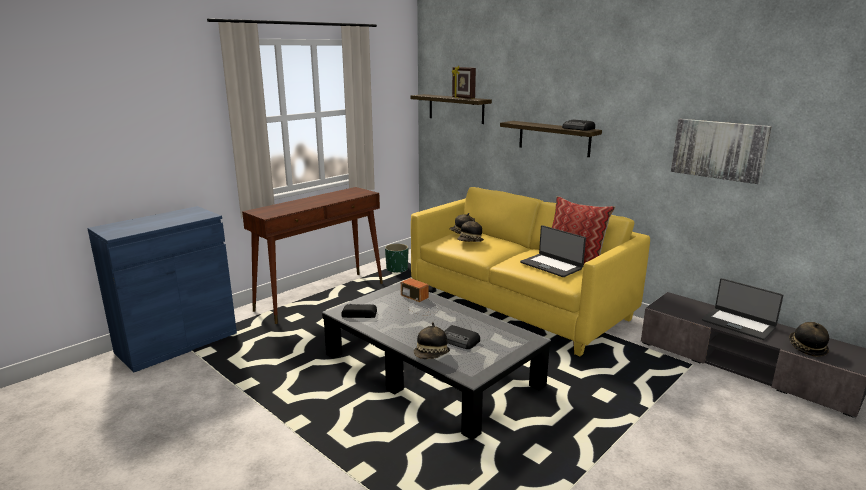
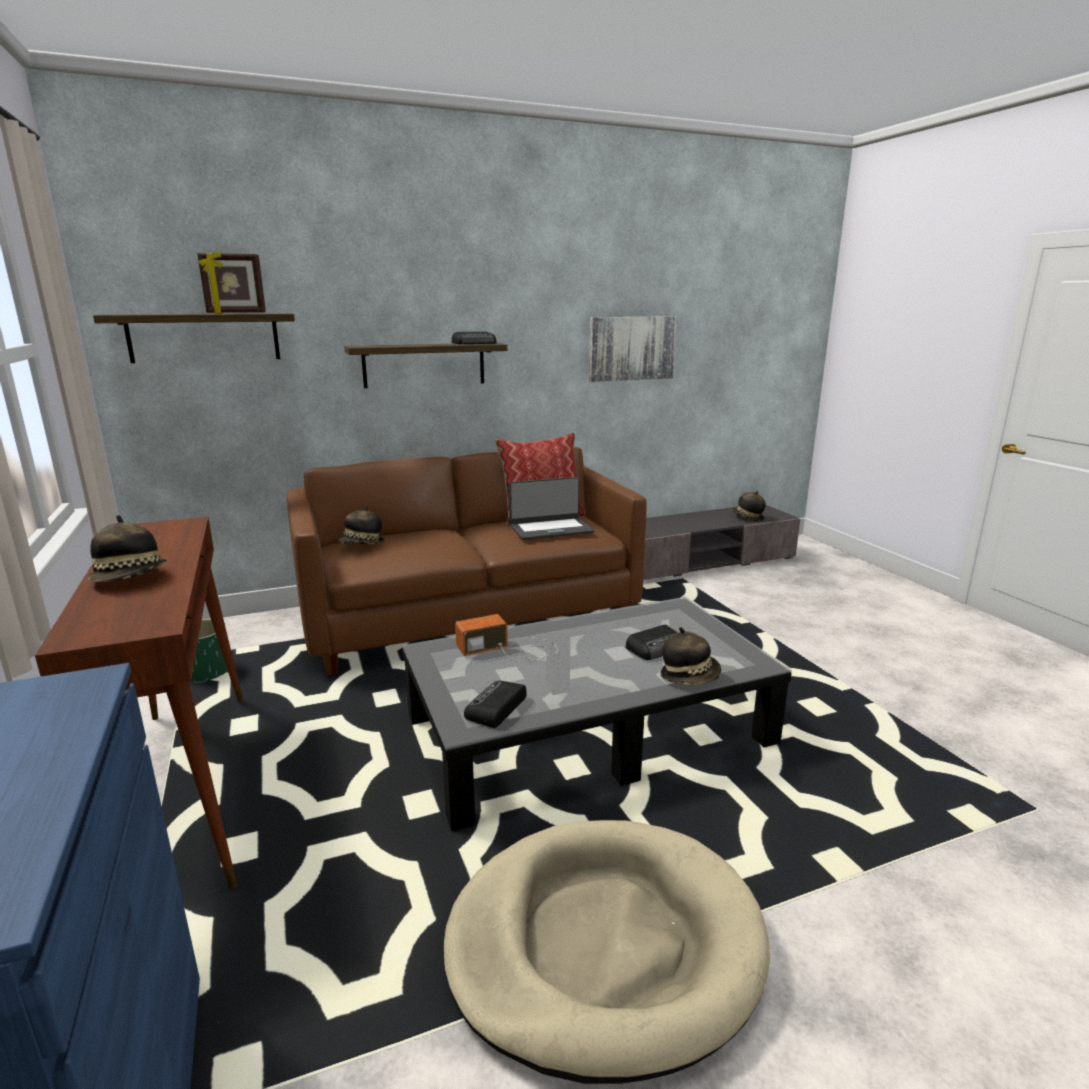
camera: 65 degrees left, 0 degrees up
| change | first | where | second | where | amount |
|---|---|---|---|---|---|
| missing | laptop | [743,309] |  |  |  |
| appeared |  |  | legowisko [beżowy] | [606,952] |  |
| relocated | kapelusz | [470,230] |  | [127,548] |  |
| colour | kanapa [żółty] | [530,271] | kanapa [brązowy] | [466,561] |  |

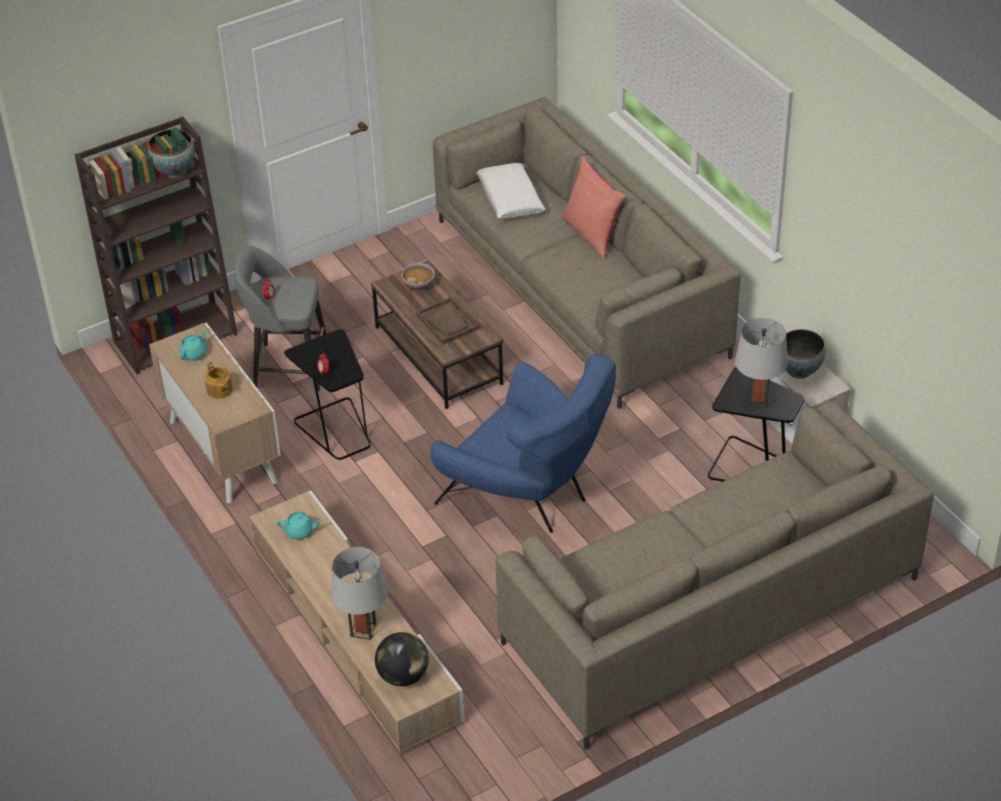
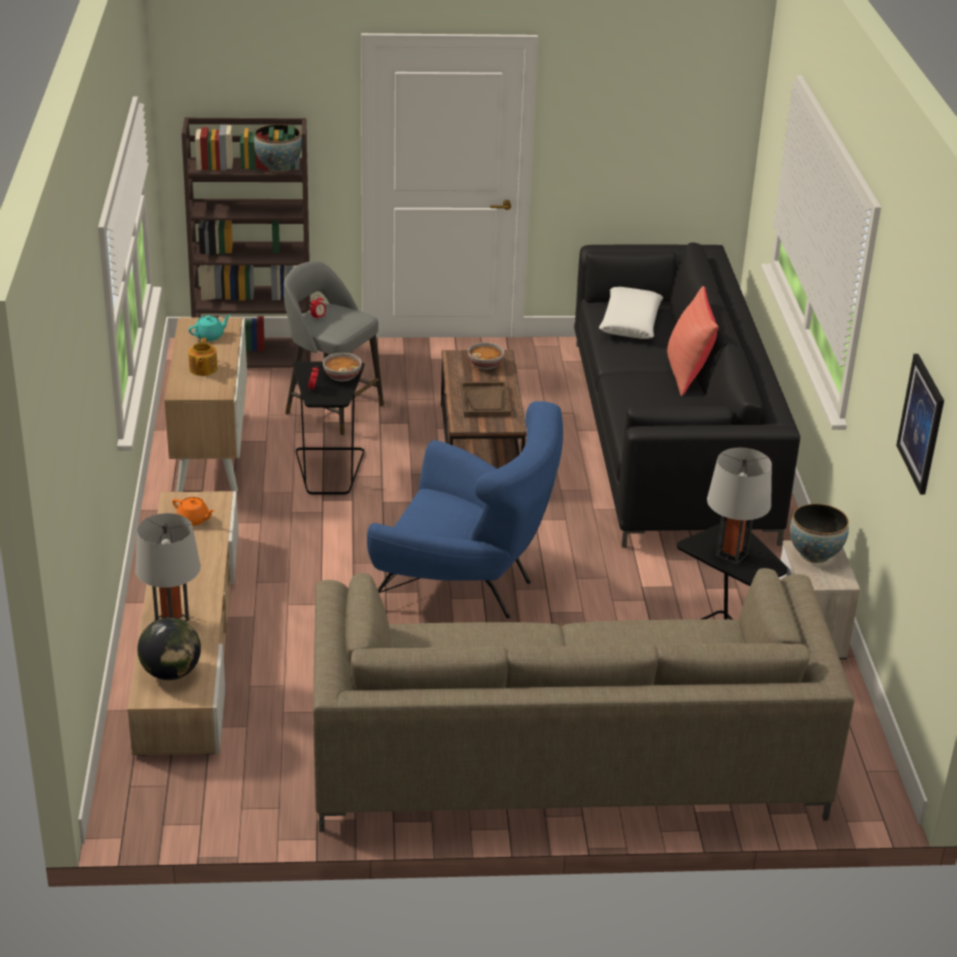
camera: 25 degrees right, 10 degrees down
| change | first | where | second | where | amount |
|---|---|---|---|---|---|
| appeared |  |  | miska | [342,367] |  |
| appeared |  |  | obraz | [920,424] |  |
| colour | imbryk [turkusowy] | [300,525] | imbryk [pomarańczowy] | [193,511] |  |
| colour | kanapa [beżowy] | [586,253] | kanapa [czarny] | [687,395] |  |
| spun | fotel [niebieski] | [523,443] |  | [465,509] | 45 degrees counterclockwise |

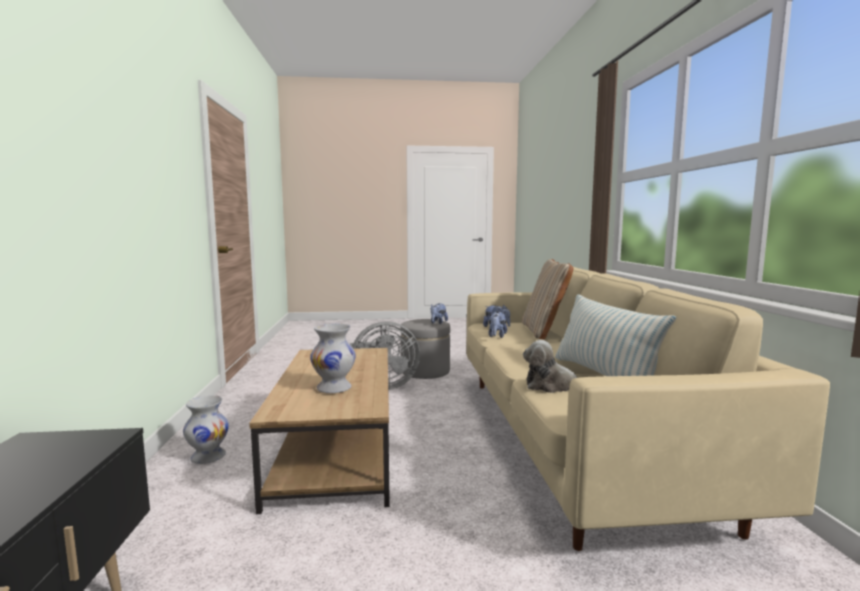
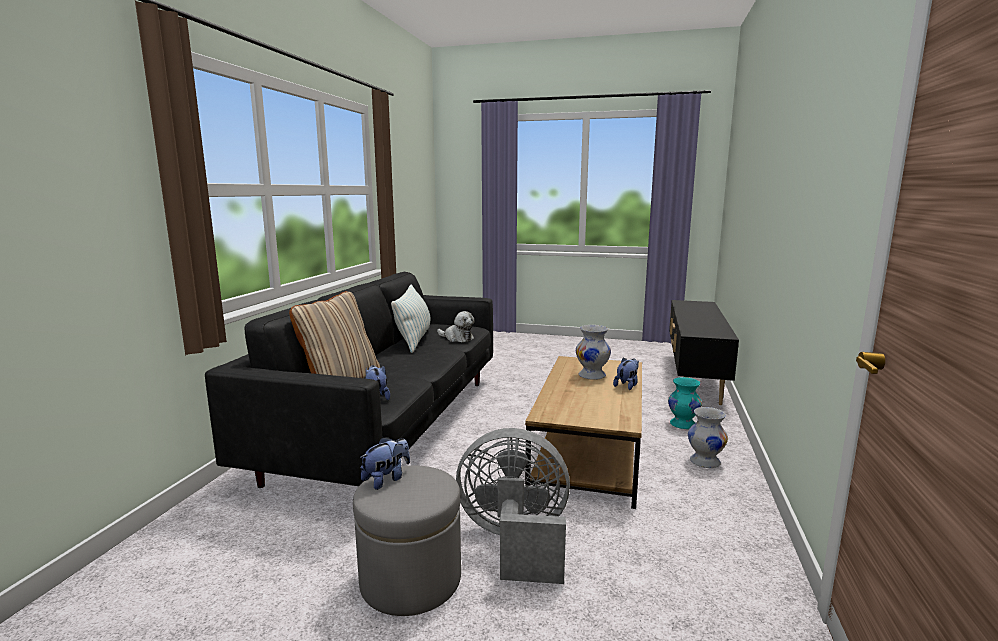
camera: 160 degrees left, 5 degrees up
| change | first | where | second | where | amount |
|---|---|---|---|---|---|
| appeared |  |  | wazon [turkusowy] | [685,403] |  |
| relocated | pluszak | [498,324] |  | [626,374] |  |
| colour | kanapa [beżowy] | [648,409] | kanapa [czarny] | [349,380] |  |

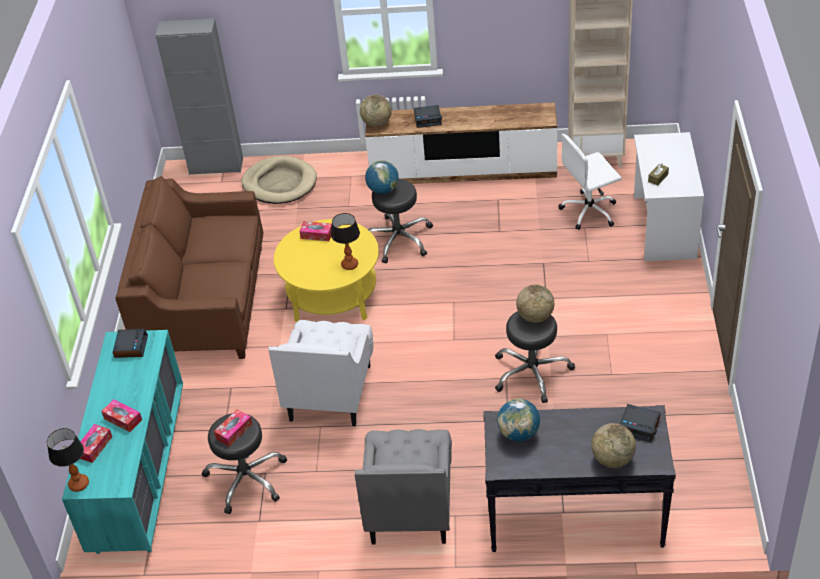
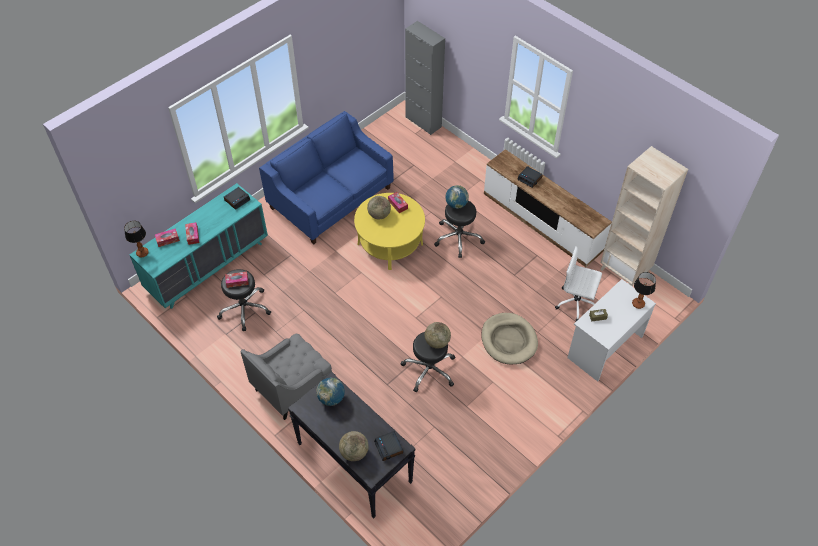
camera: 40 degrees right, 10 degrees up
| change | first | where | second | where | amount |
|---|---|---|---|---|---|
| missing | fotel [biały] | [321,373] |  |  |  |
| relocated | legowisko [beżowy] | [279,180] |  | [509,339] |  |
| relocated | lampa stołowa | [345,241] |  | [644,290] |  |
| relocated | globus | [376,111] |  | [379,207] |  |
| colour | kanapa [brązowy] | [189,267] | kanapa [niebieski] | [326,177] |  |

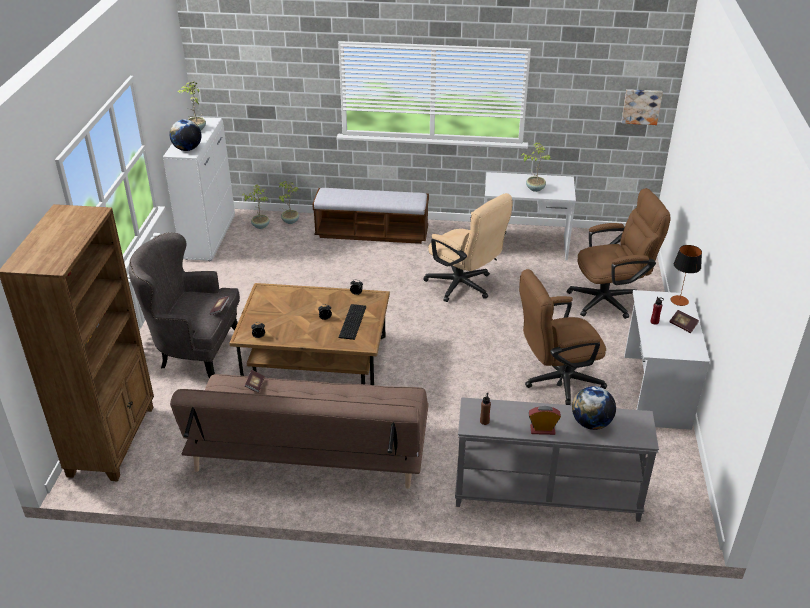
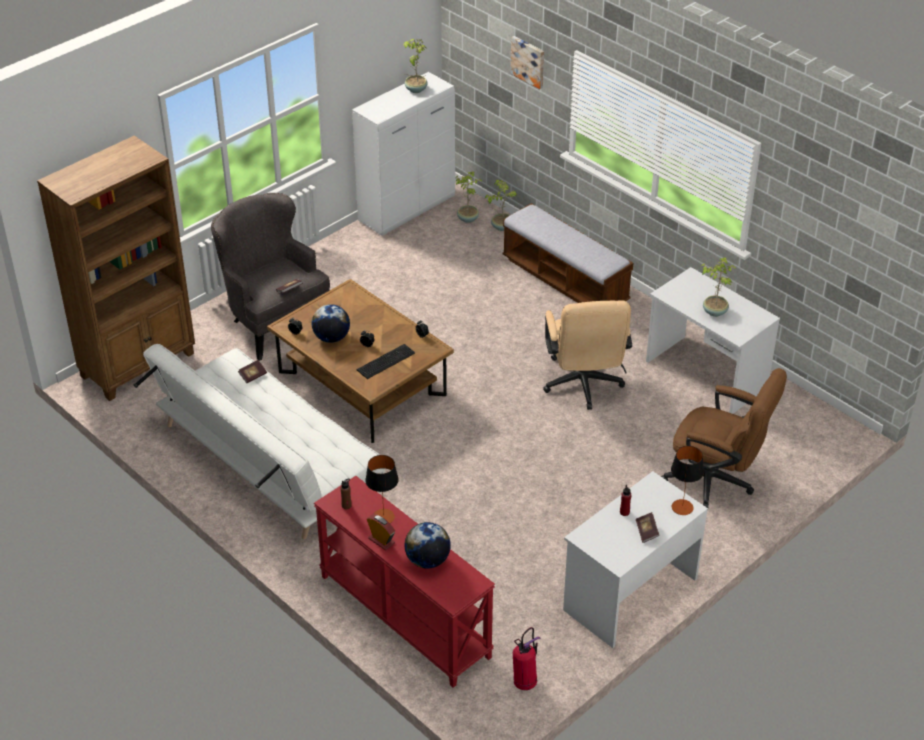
camera: 40 degrees right, 5 degrees up
| change | first | where | second | where | amount |
|---|---|---|---|---|---|
| missing | krzesło biurowe [brązowy] | [563,337] |  |  |  |
| appeared |  |  | lampa stołowa | [382,489] |  |
| appeared |  |  | gaśnica | [526,658] |  |
| relocated | globus | [185,135] |  | [331,323] |  |
| relocated | obraz | [642,107] |  | [527,62] |  |
| colour | kanapa [brązowy] | [299,431] | kanapa [biały] | [259,441] |  |
| colour | stolik konsolowy [szary] | [557,459] | stolik konsolowy [czerwony] | [404,582] |  |

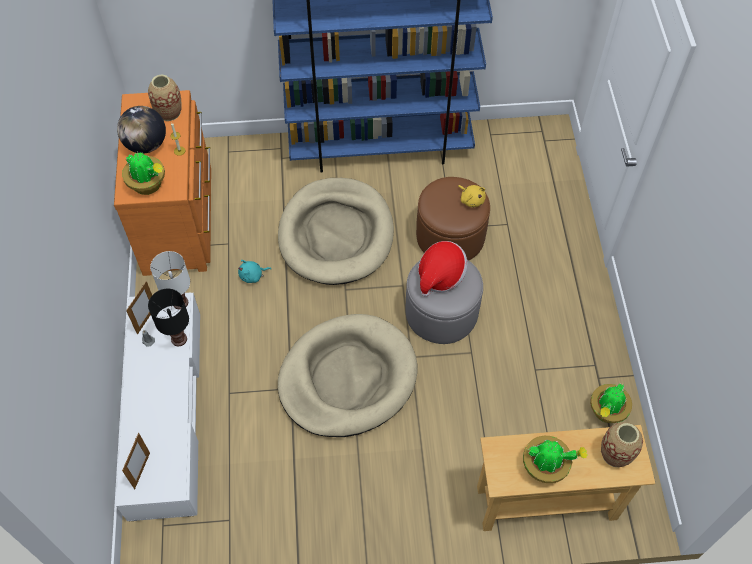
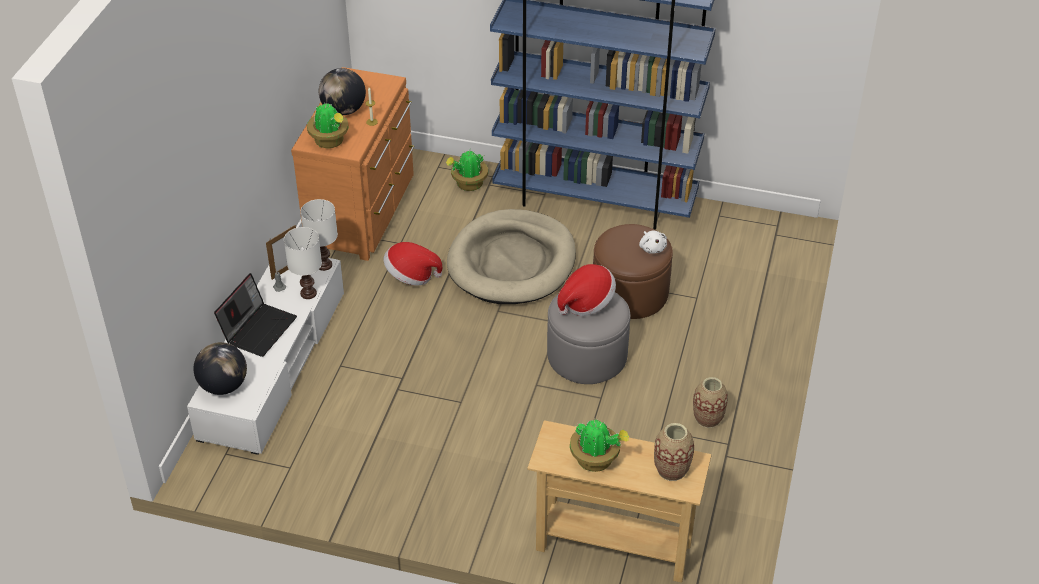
camera: 20 degrees right, 15 degrees down
| change | first | where | second | where | amount |
|---|---|---|---|---|---|
| missing | legowisko [beżowy] | [348,375] |  |  |  |
| appeared |  |  | laptop | [255,315] |  |
| relocated | wazon | [165,97] |  | [710,402] |  |
| relocated | roślina doniczkowa | [611,403] |  | [467,171] |  |
| exchanged | ramka na zdjęcie | [136,461] | globus | [220,368] |  |
| exchanged | pluszak [turkusowy] | [254,271] | kapelusz | [412,264] |  |
| colour | lampa stołowa [czarny] | [168,317] | lampa stołowa [biały] | [303,263] |  |
| colour | pluszak [żółty] | [472,196] | pluszak [biały] | [653,242] |  |

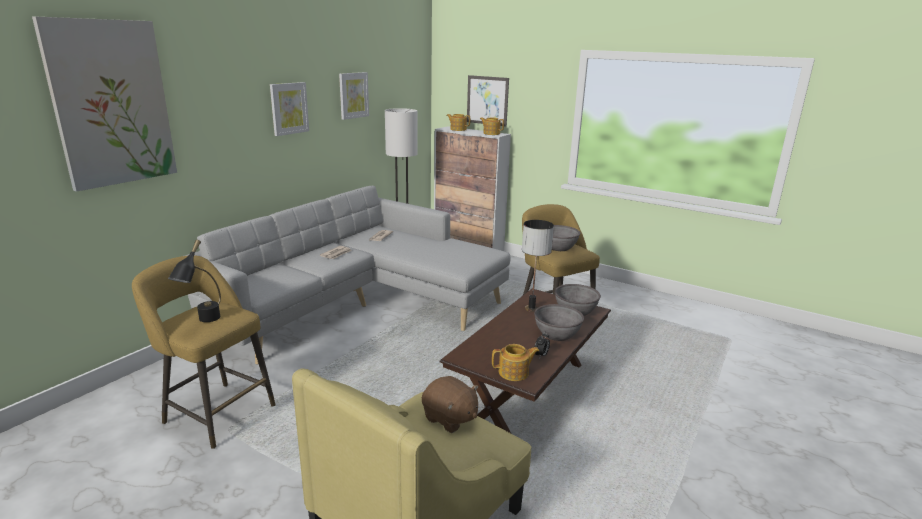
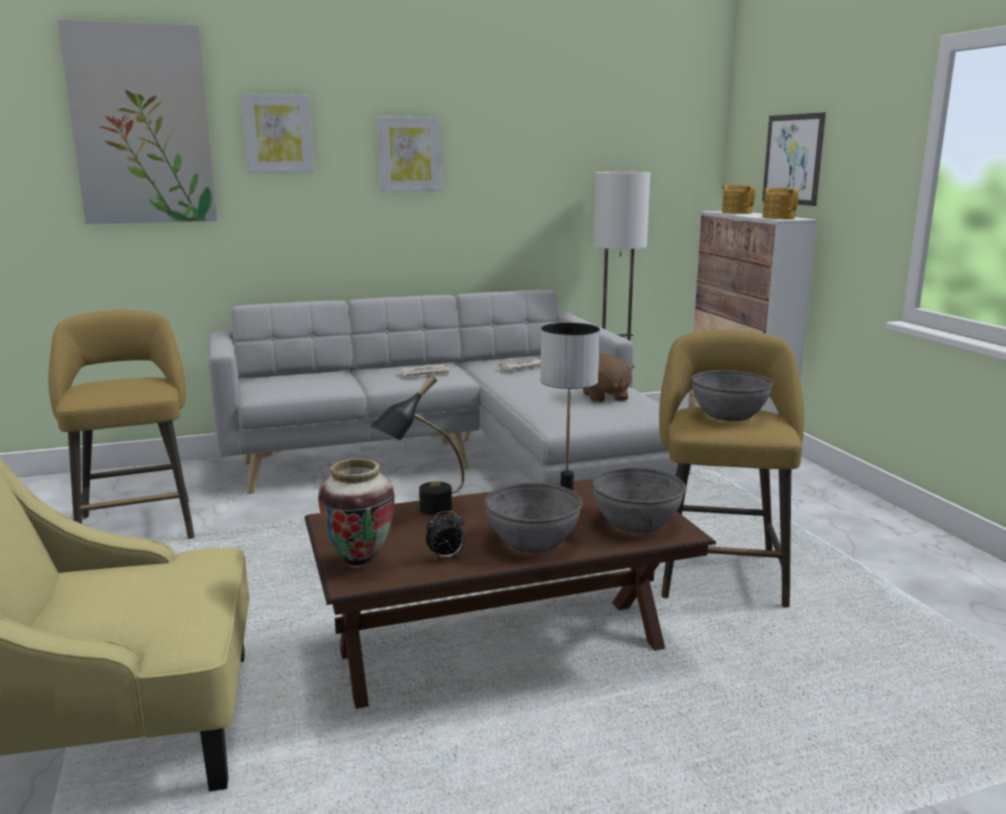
camera: 40 degrees right, 5 degrees down
| change | first | where | second | where | amount |
|---|---|---|---|---|---|
| relocated | lampa stołowa [czarny] | [194,281] |  | [417,445] |  |
| relocated | obraz | [354,96] |  | [277,133] |  |
| relocated | pluszak [brązowy] | [450,404] |  | [609,378] |  |
| exchanged | imbryk | [515,362] | wazon | [356,514] |  |

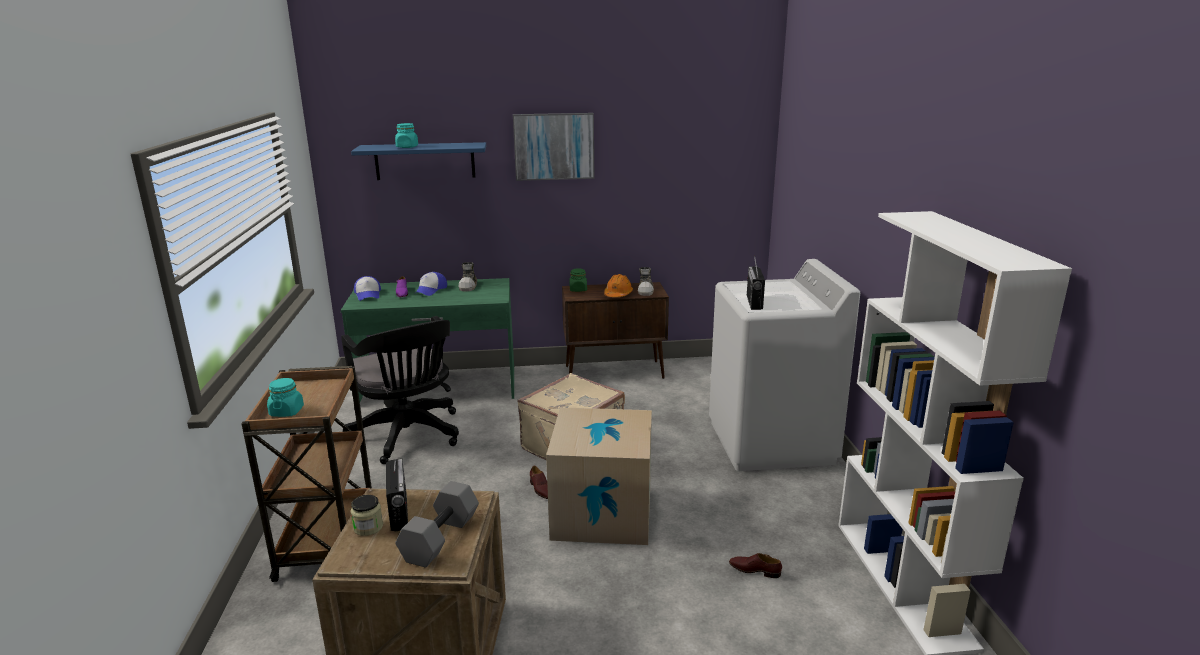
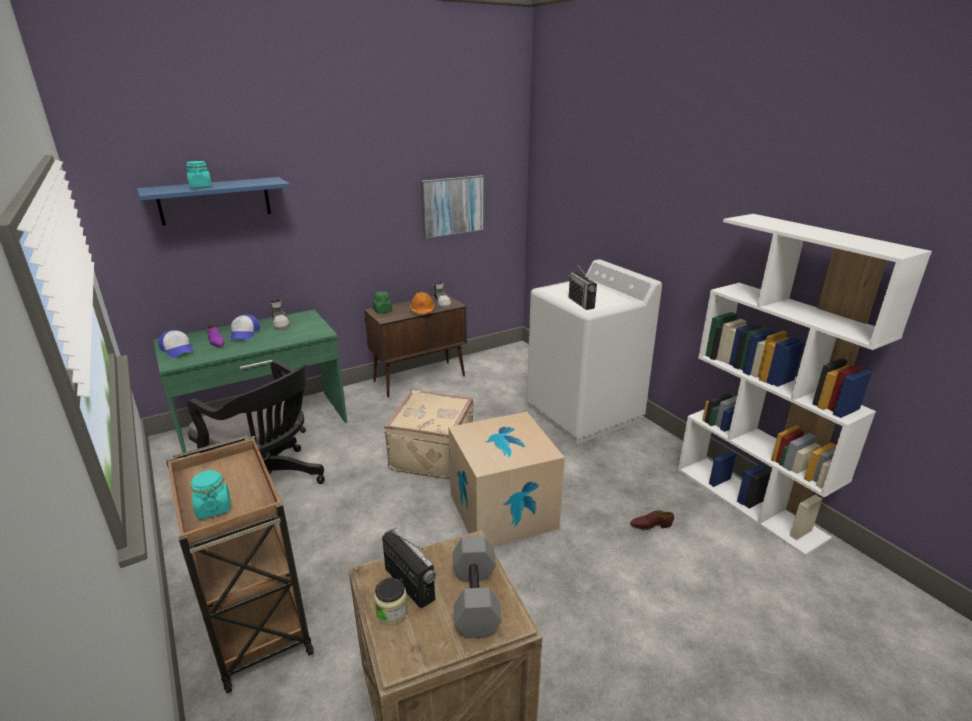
camera: 25 degrees left, 5 degrees up
| change | first | where | second | where | amount |
|---|---|---|---|---|---|
| missing | but [brązowy] | [539,482] |  |  |  |
| relocated | obraz | [554,147] |  | [453,207] |  |

